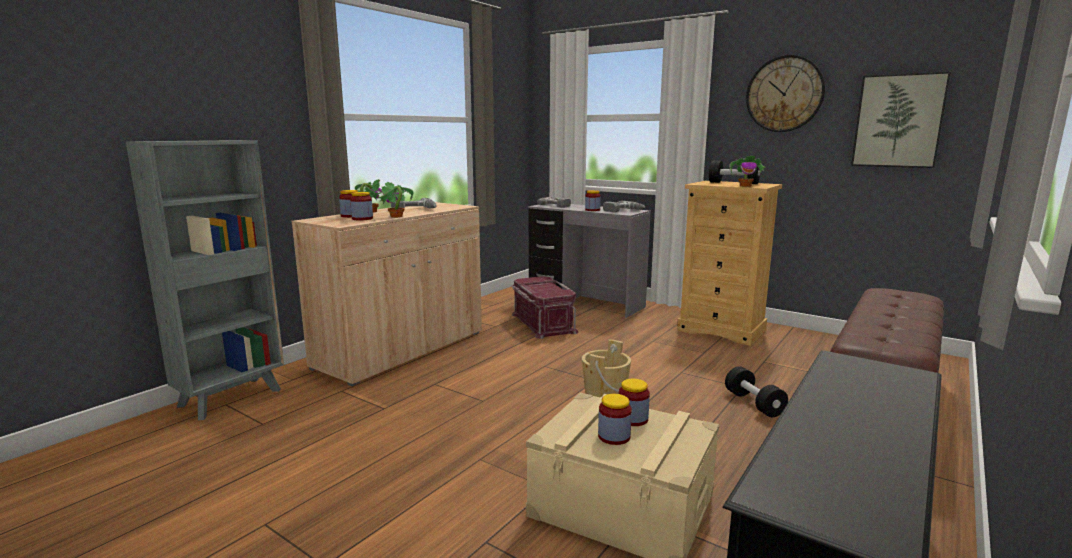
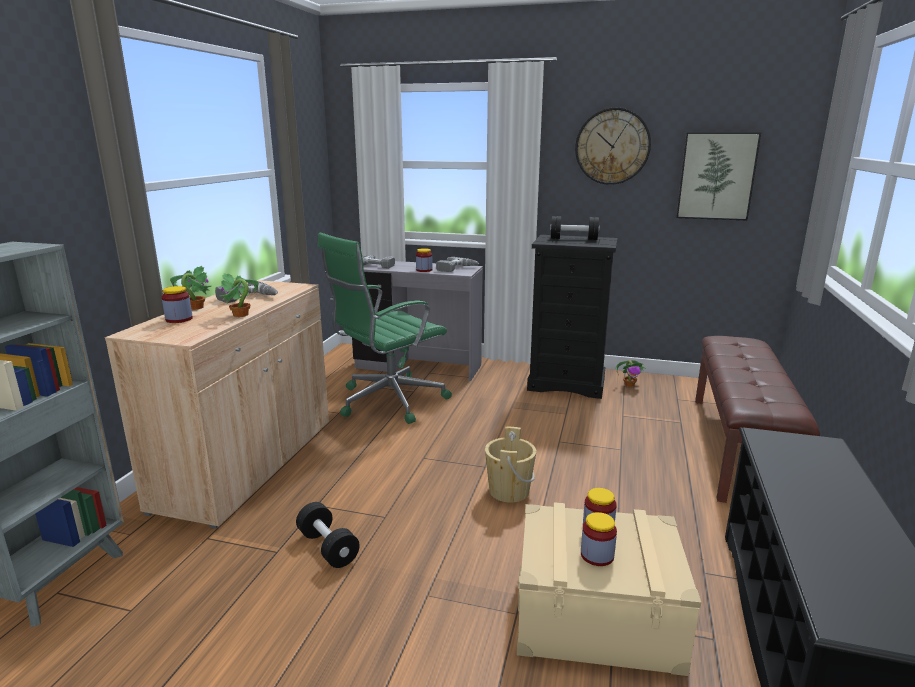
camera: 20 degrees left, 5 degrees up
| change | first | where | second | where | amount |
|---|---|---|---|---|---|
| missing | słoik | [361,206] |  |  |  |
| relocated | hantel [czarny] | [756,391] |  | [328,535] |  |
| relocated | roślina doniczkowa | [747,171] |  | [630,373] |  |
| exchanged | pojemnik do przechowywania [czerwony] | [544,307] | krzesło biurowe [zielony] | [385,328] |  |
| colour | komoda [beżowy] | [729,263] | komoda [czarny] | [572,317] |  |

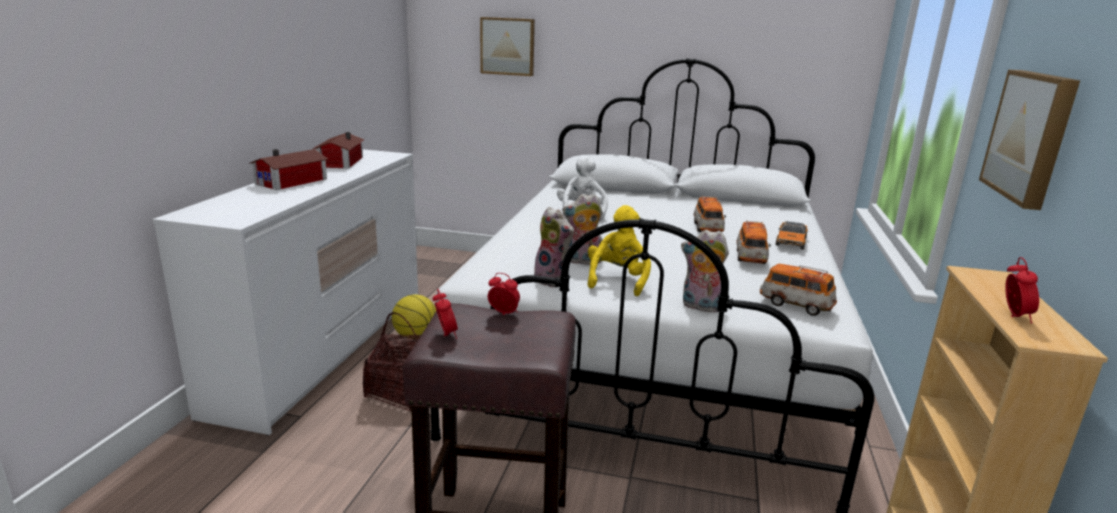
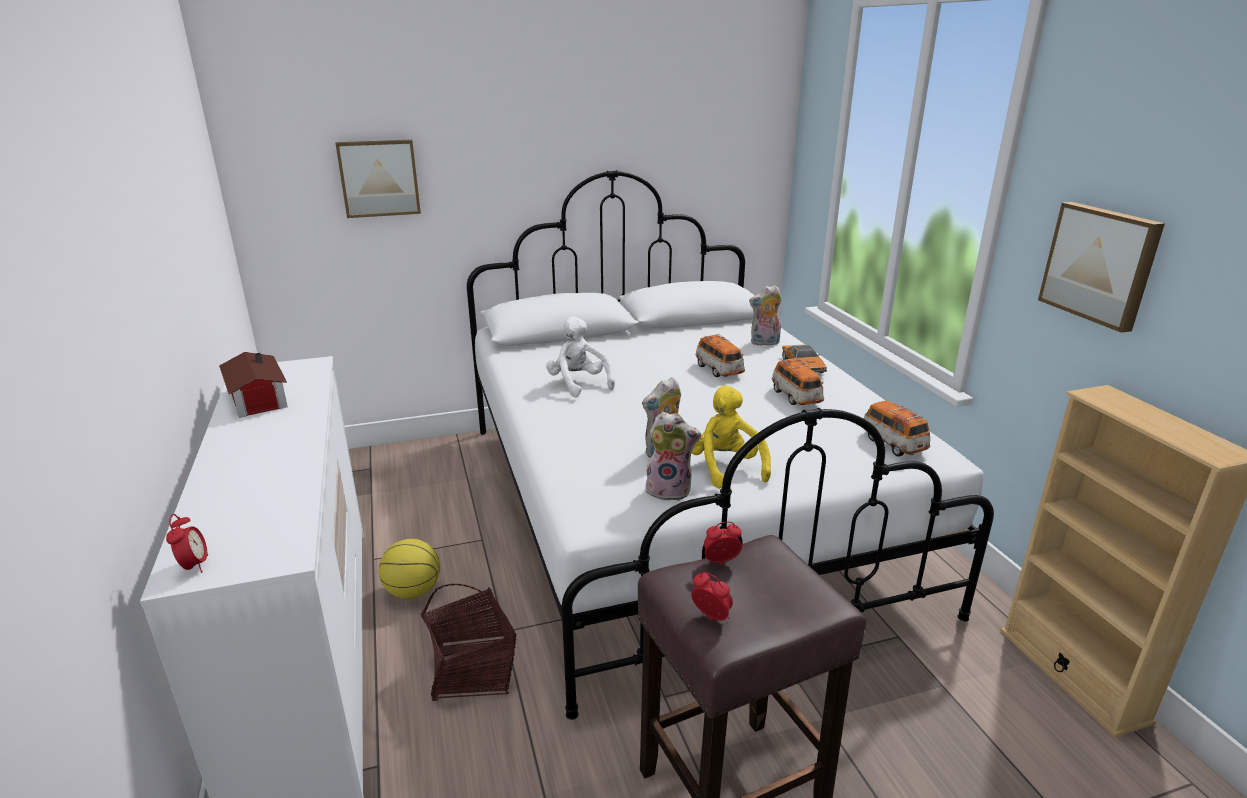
camera: 30 degrees left, 5 degrees up
| change | first | where | second | where | amount |
|---|---|---|---|---|---|
| missing | domek | [288,169] |  |  |  |
| relocated | pluszak | [705,271] |  | [765,315] |  |
| relocated | budzik | [1022,290] |  | [187,543] |  |
| spun | samochodzik | [798,290] |  | [896,429] | 60 degrees clockwise |

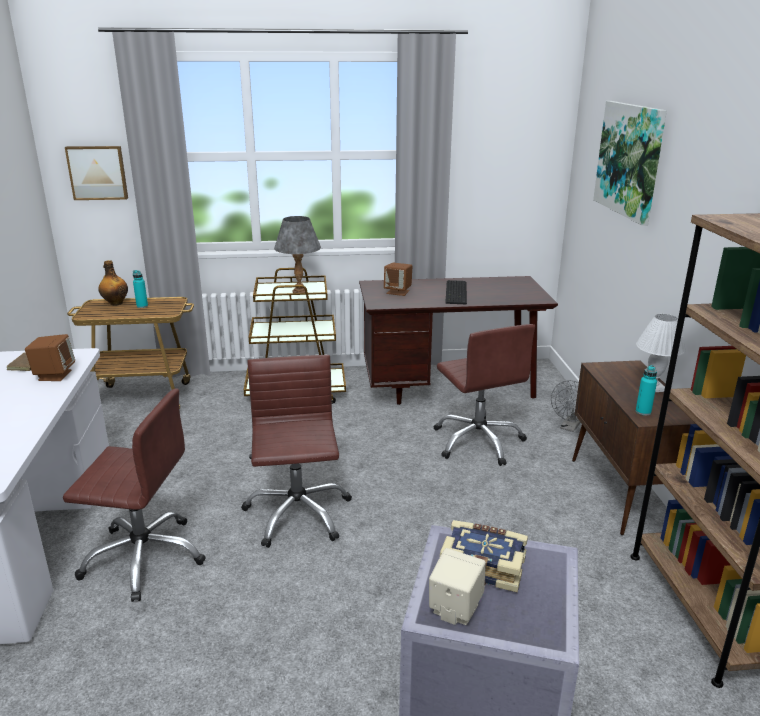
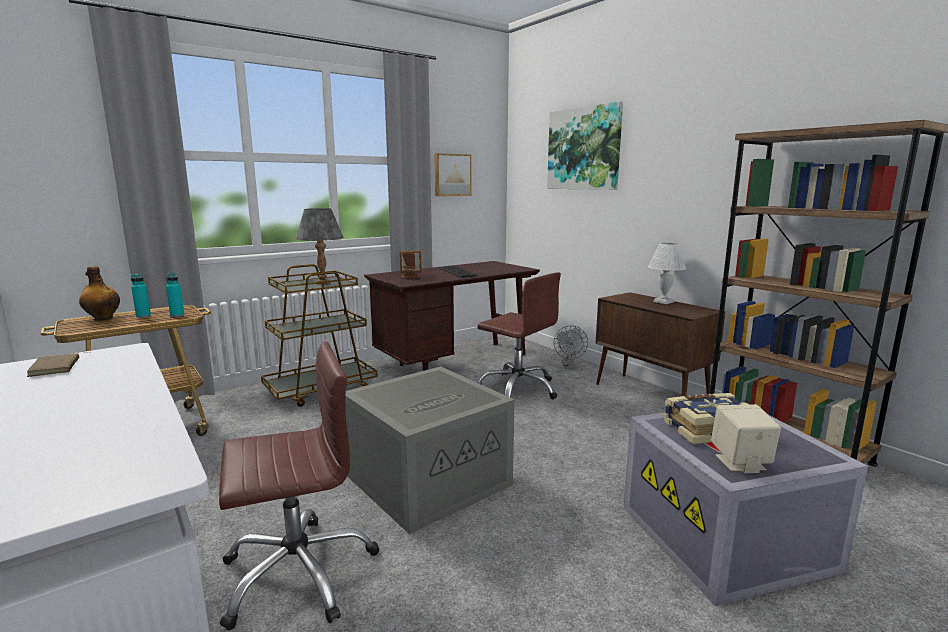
camera: 30 degrees left, 10 degrees down
| change | first | where | second | where | amount |
|---|---|---|---|---|---|
| missing | głośnik [brązowy] | [50,357] |  |  |  |
| relocated | obraz | [96,173] |  | [452,174] |  |
| relocated | butelka [turkusowy] | [646,390] |  | [175,295] |  |
| exchanged | krzesło biurowe [brązowy] | [296,451] | pojemnik do przechowywania [szary] | [430,450] |  |

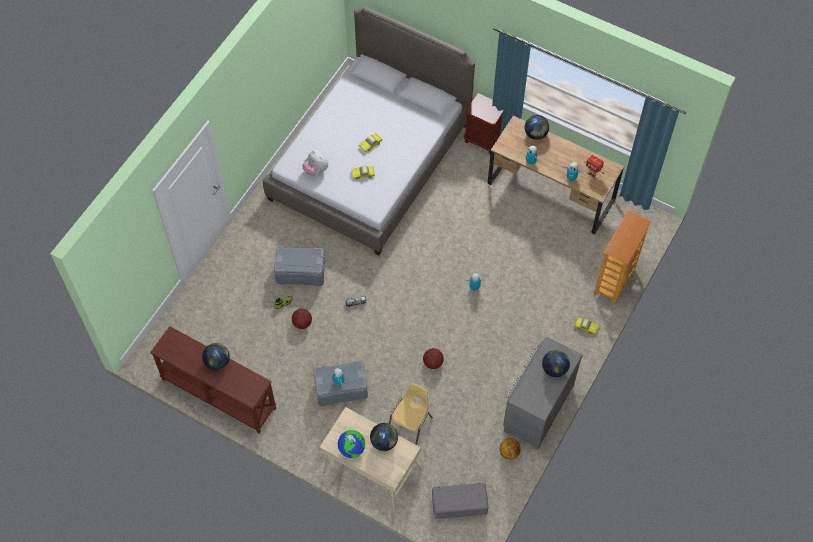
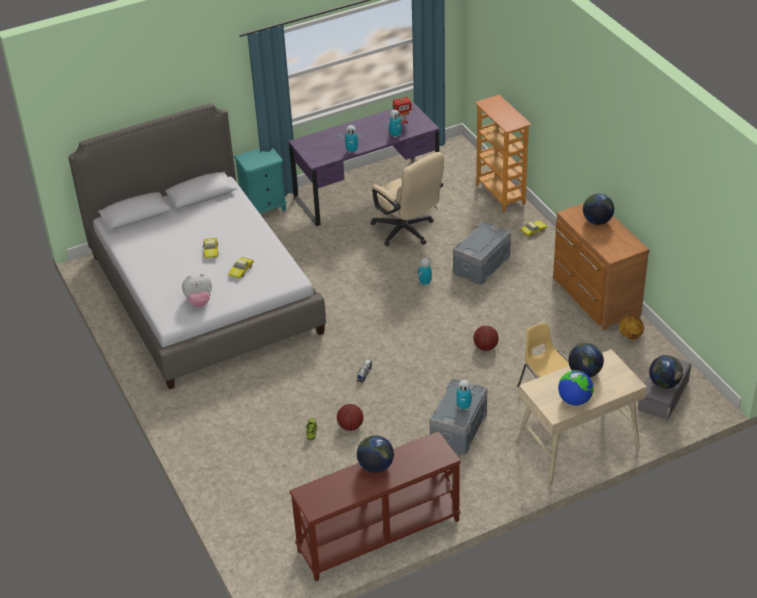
camera: 55 degrees left, 20 degrees down
| change | first | where | second | where | amount |
|---|---|---|---|---|---|
| appeared |  |  | krzesło biurowe [beżowy] | [407,199] |  |
| relocated | pojemnik do przechowywania [szary] | [300,266] |  | [482,253] |  |
| relocated | globus | [537,127] |  | [666,372] |  |
| colour | szafka nocna [brązowy] | [484,123] | szafka nocna [turkusowy] | [260,180] |  |
| colour | biurko [brązowy] | [556,175] | biurko [fioletowy] | [364,164] |  |
| colour | komoda [szary] | [543,393] | komoda [brązowy] | [601,267] |  |

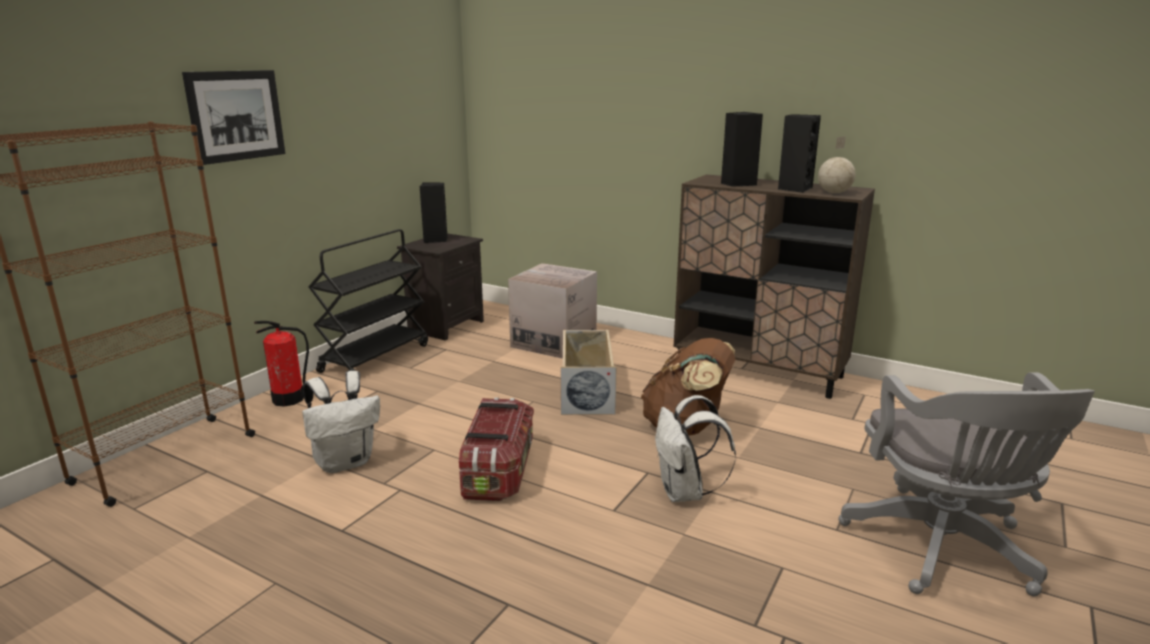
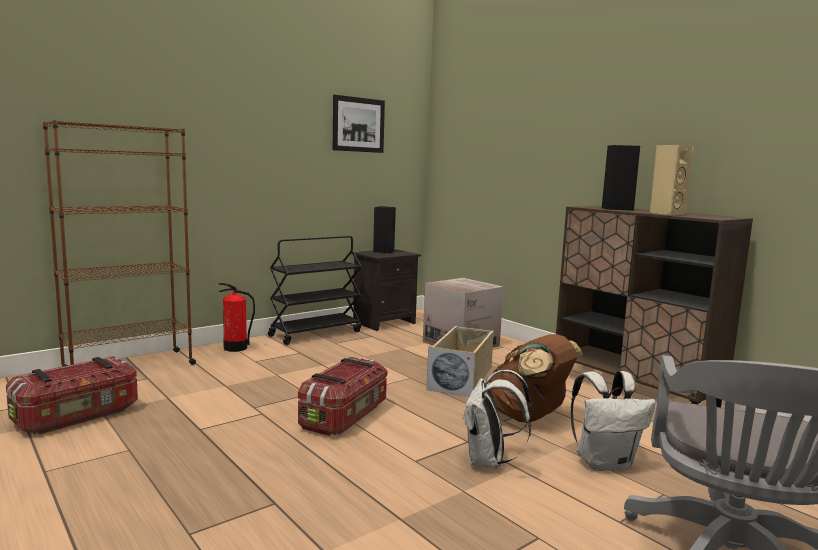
camera: 20 degrees right, 10 degrees down
| change | first | where | second | where | amount |
|---|---|---|---|---|---|
| missing | globus | [837,164] |  |  |  |
| appeared |  |  | pojemnik do przechowywania | [72,395] |  |
| relocated | obraz | [233,117] |  | [359,124] |  |
| relocated | plecak [biały] | [341,422] |  | [613,421] |  |
| colour | głośnik [czarny] | [799,153] | głośnik [beżowy] | [671,180] |  |

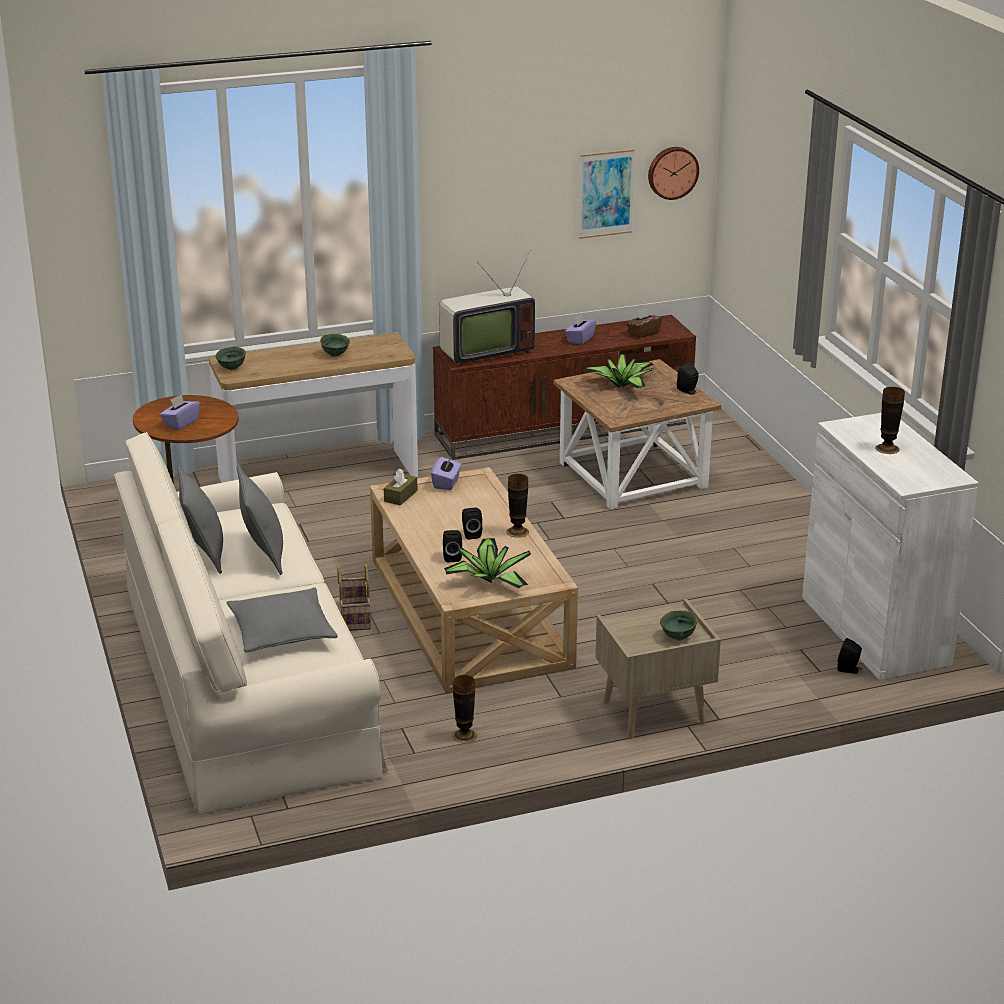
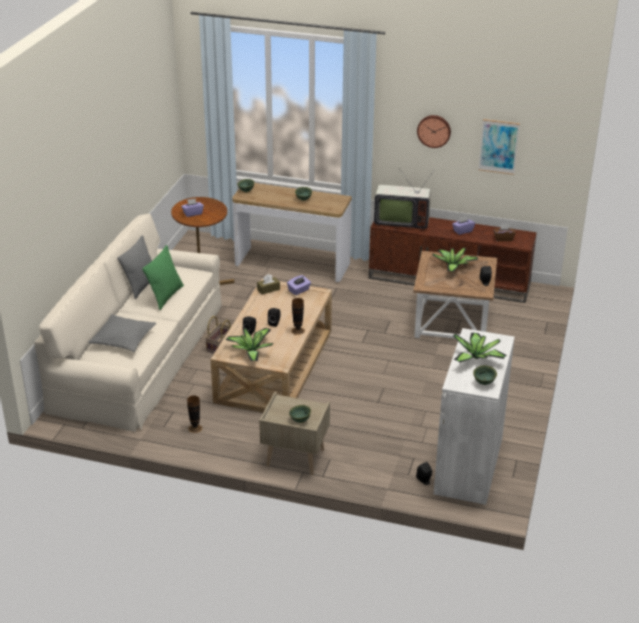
camera: 35 degrees right, 5 degrees up
| change | first | where | second | where | amount |
|---|---|---|---|---|---|
| appeared |  |  | miska [zielony] | [485,375] |  |
| relocated | zegar ścienny | [673,173] |  | [434,131] |  |
| exchanged | wazon | [890,420] | roślina doniczkowa | [480,348] |  |
| colour | poduszka [szary] | [260,519] | poduszka [zielony] | [163,277] |  |

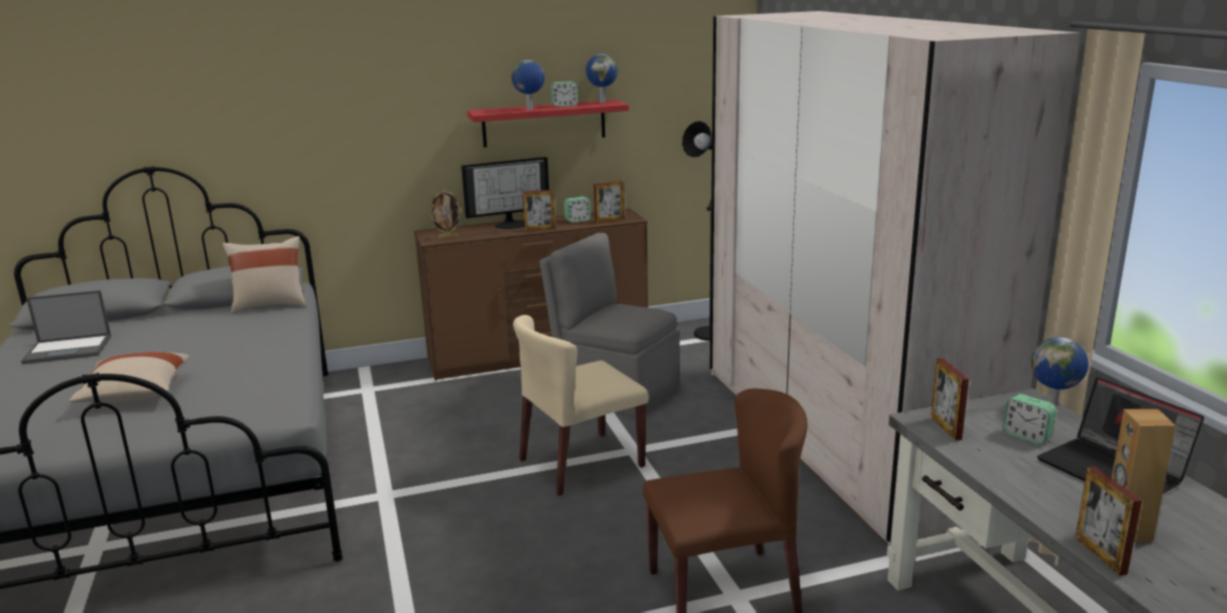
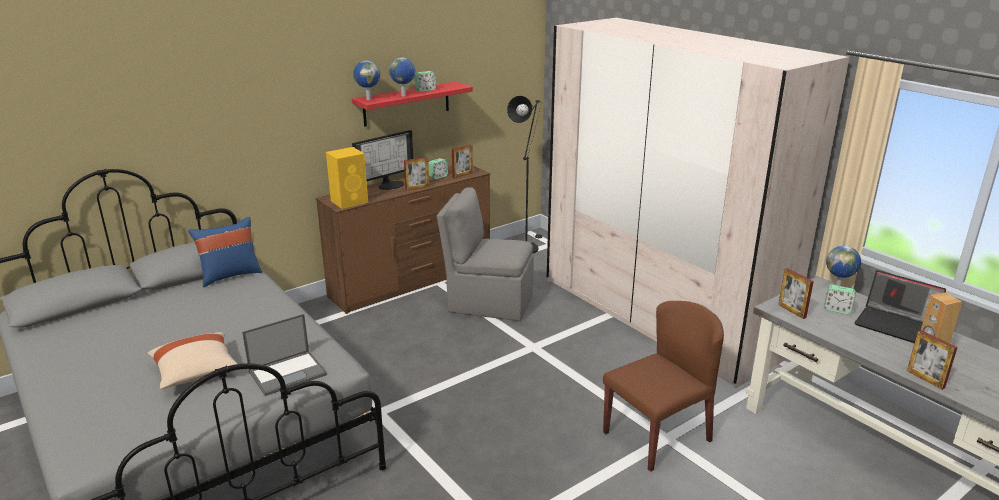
camera: 20 degrees left, 5 degrees up
| change | first | where | second | where | amount |
|---|---|---|---|---|---|
| missing | krzesło [beżowy] | [581,405] |  |  |  |
| relocated | laptop | [66,327] |  | [284,355] |  |
| relocated | globus | [602,78] |  | [366,80] |  |
| exchanged | ramka na zdjęcie | [445,214] | głośnik [żółty] | [347,178] |  |
| colour | poduszka [beżowy] | [264,274] | poduszka [niebieski] | [225,252] |  |

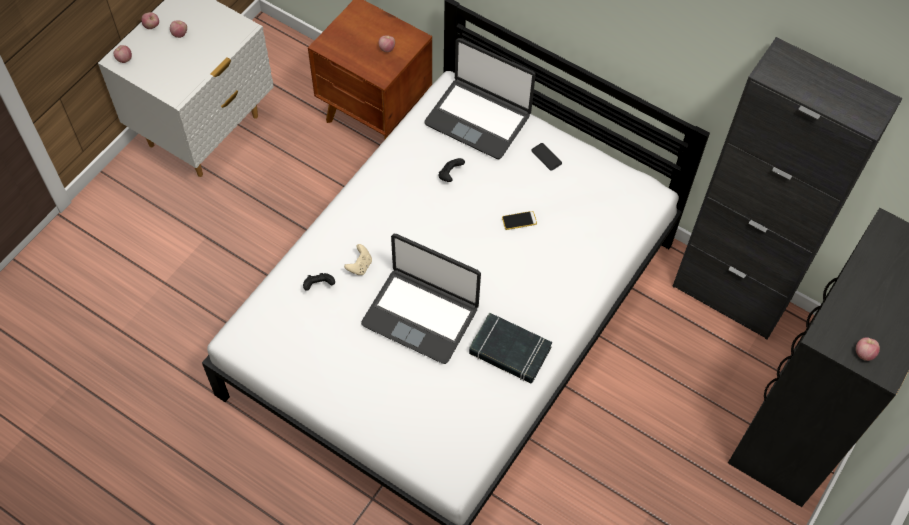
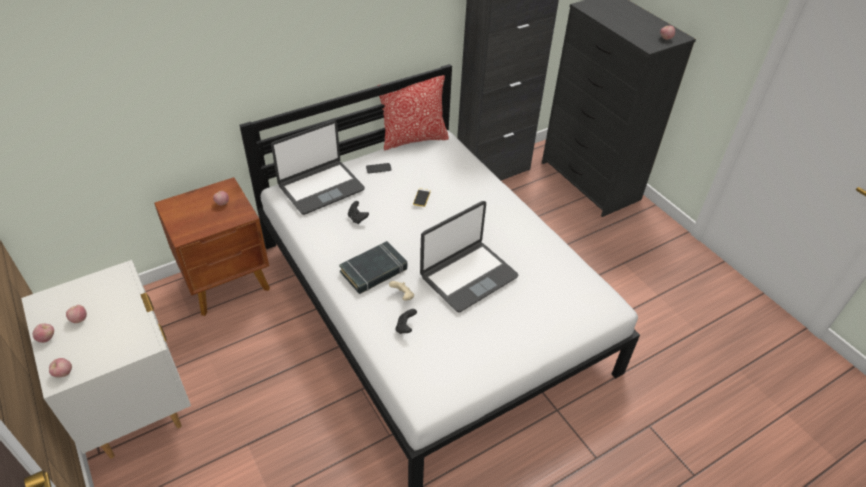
camera: 65 degrees left, 15 degrees down
| change | first | where | second | where | amount |
|---|---|---|---|---|---|
| appeared |  |  | poduszka | [413,112] |  |
| relocated | książka [czarny] | [510,347] |  | [373,267] |  |

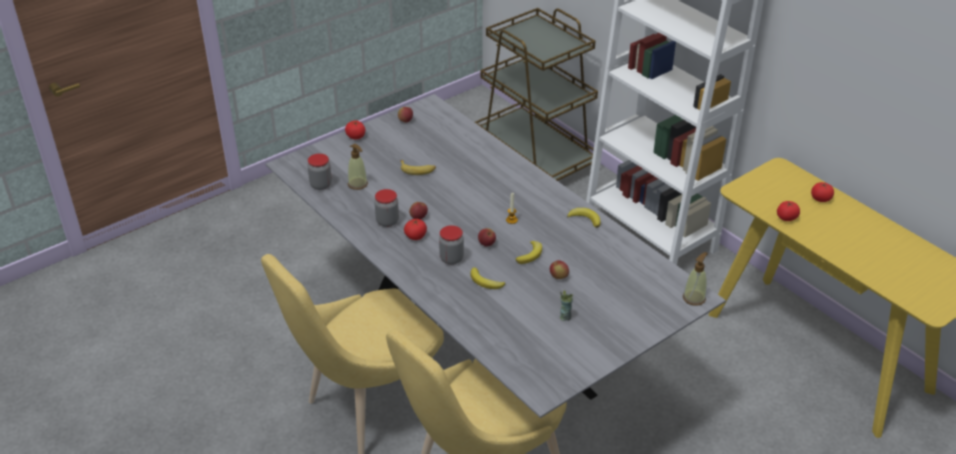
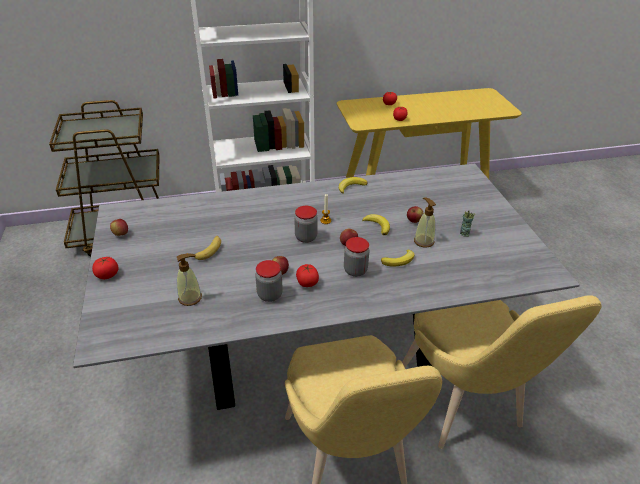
camera: 65 degrees left, 0 degrees up
| change | first | where | second | where | amount |
|---|---|---|---|---|---|
| relocated | słoik | [320,172] |  | [306,224] |  |
| relocated | dozownik mydła | [695,279] |  | [425,222] |  |

